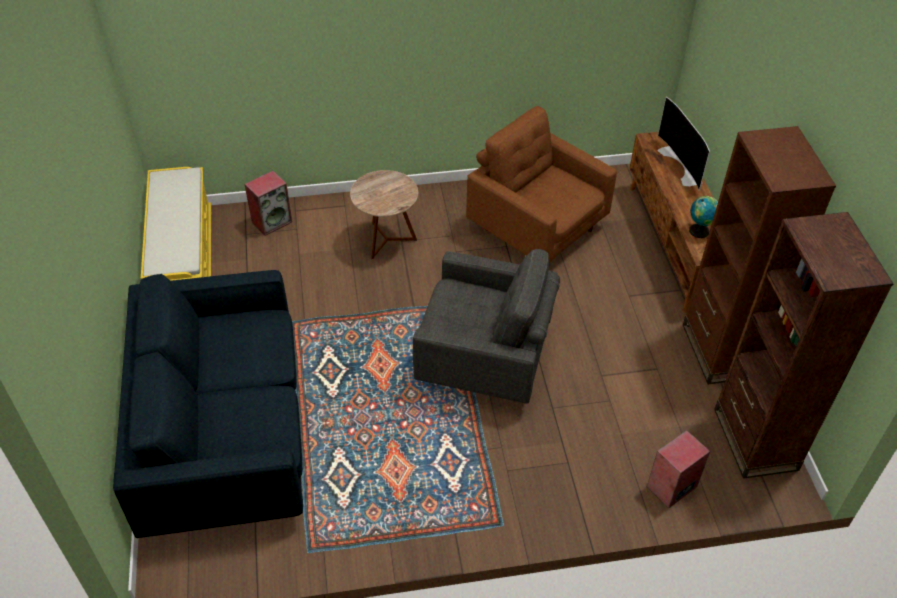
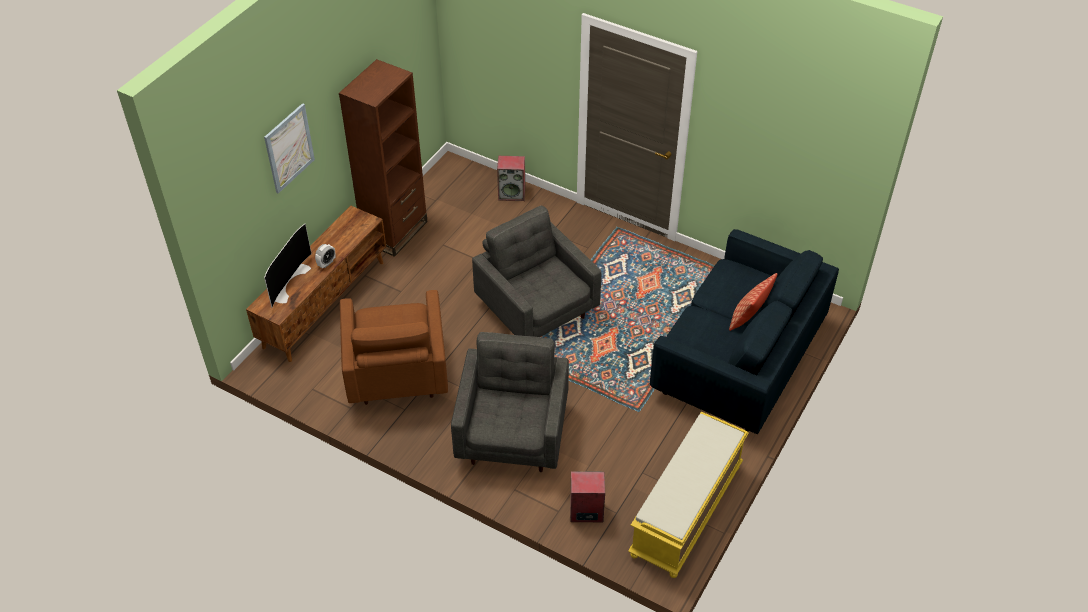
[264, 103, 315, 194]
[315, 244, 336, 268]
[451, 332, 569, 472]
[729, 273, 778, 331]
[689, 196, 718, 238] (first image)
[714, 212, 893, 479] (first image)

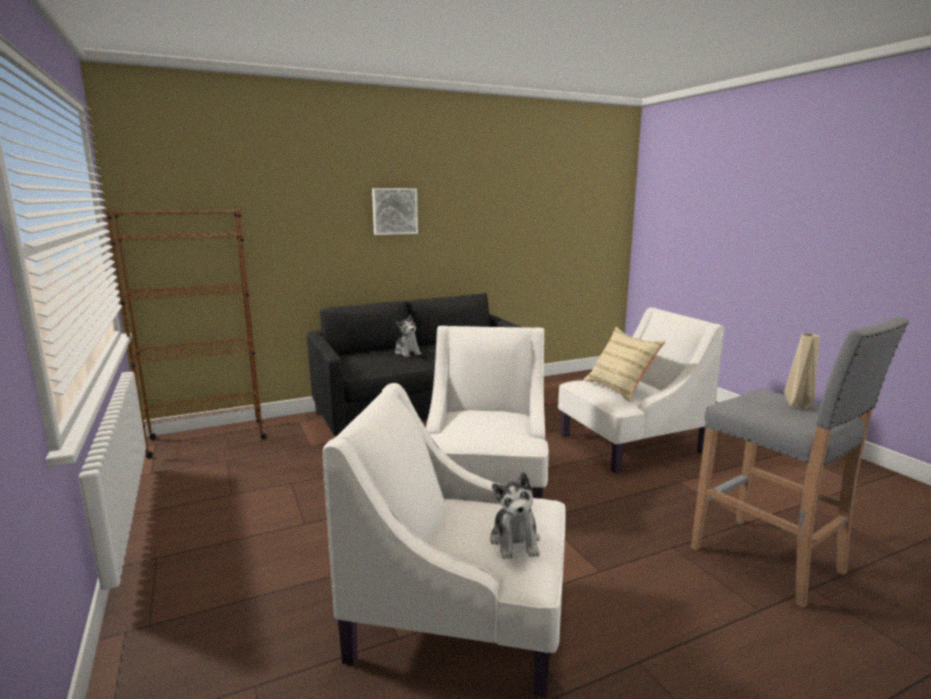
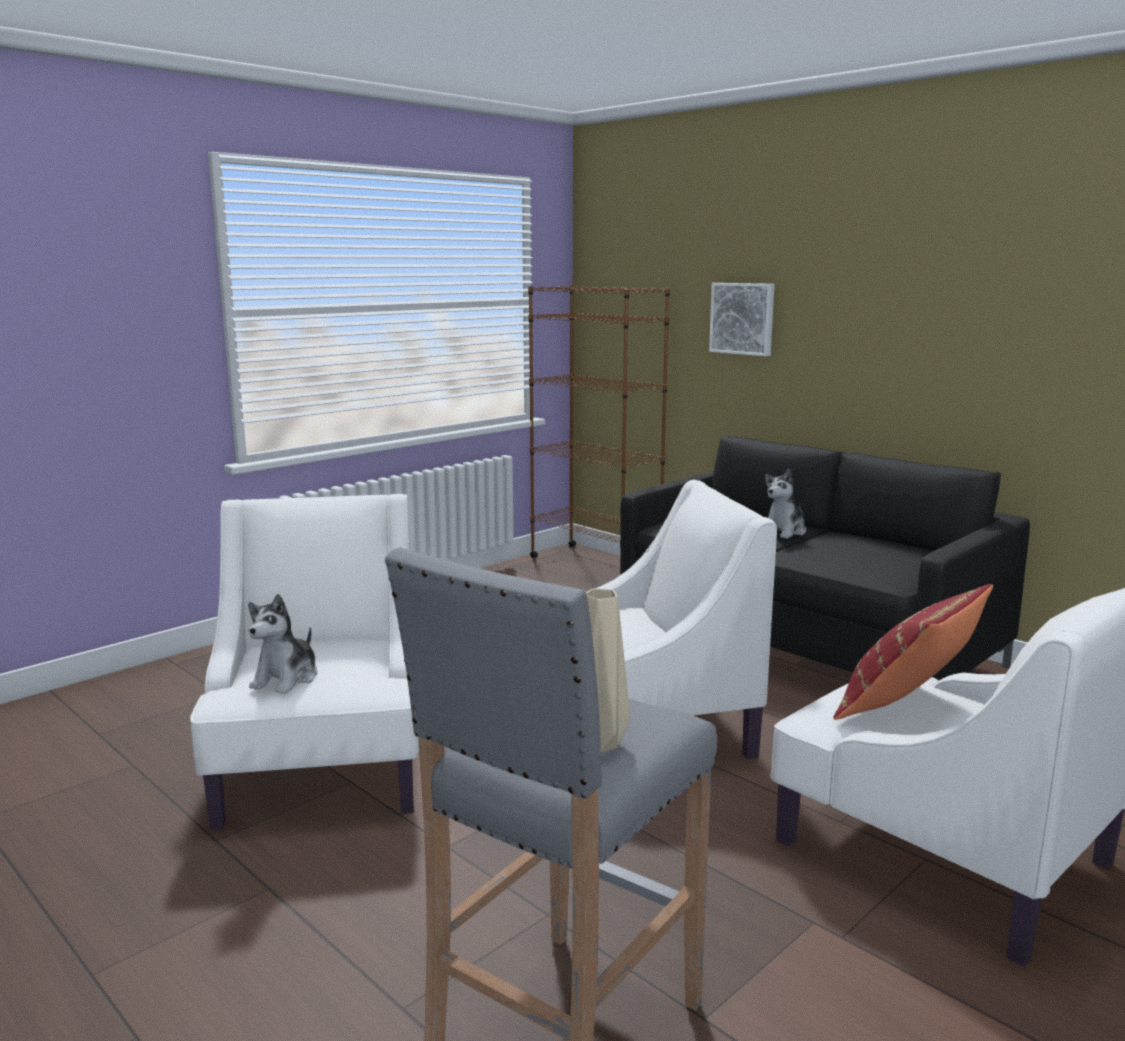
[248, 594, 317, 694]
[709, 283, 775, 356]
[833, 584, 993, 720]

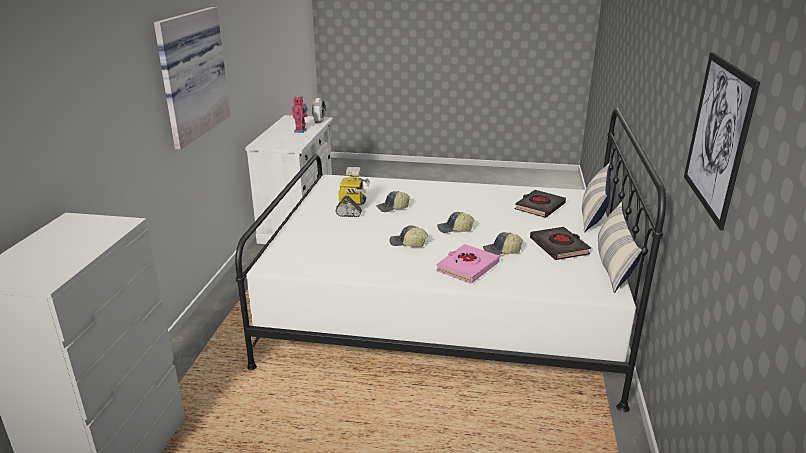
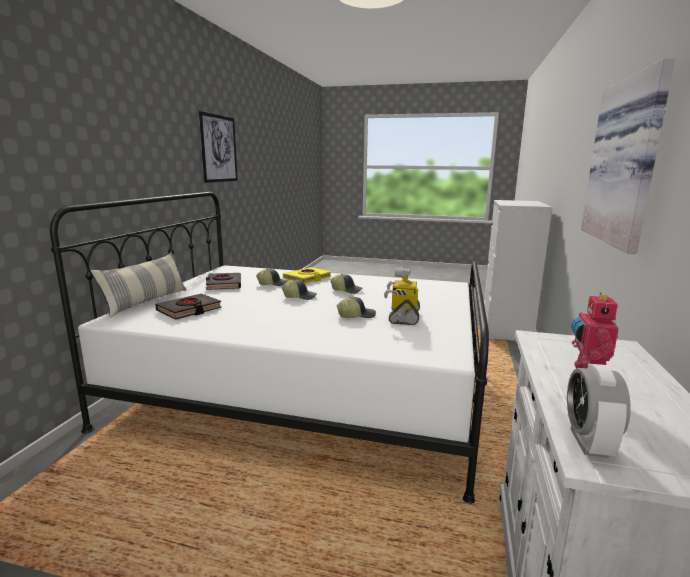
[283, 267, 332, 284]
[597, 202, 642, 293] (first image)

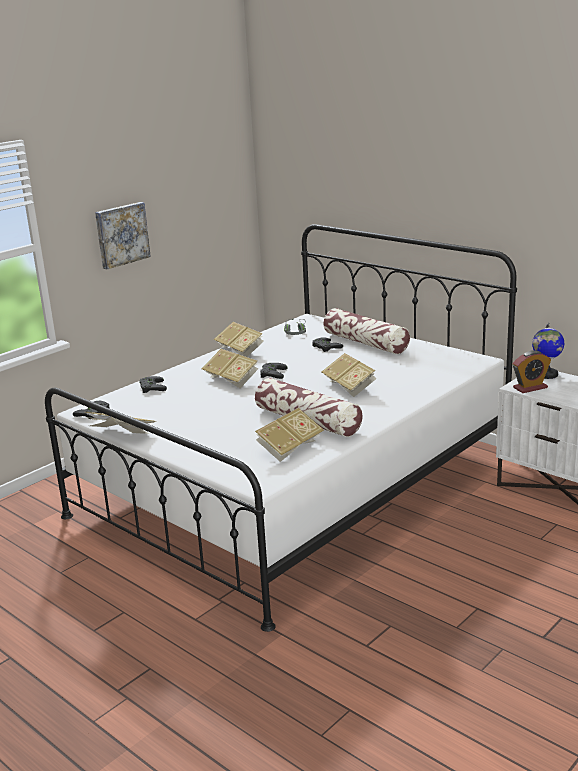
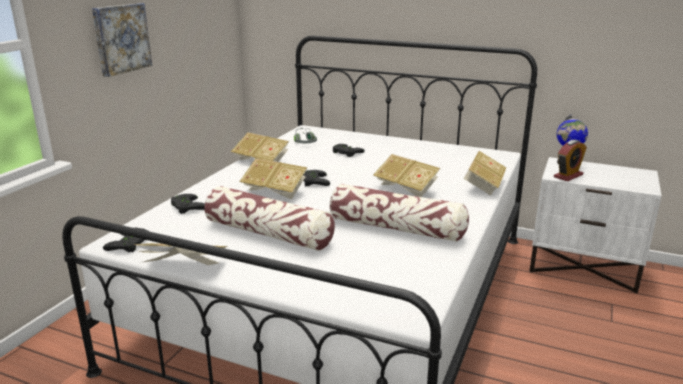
[205, 186, 335, 251]
[463, 151, 506, 196]

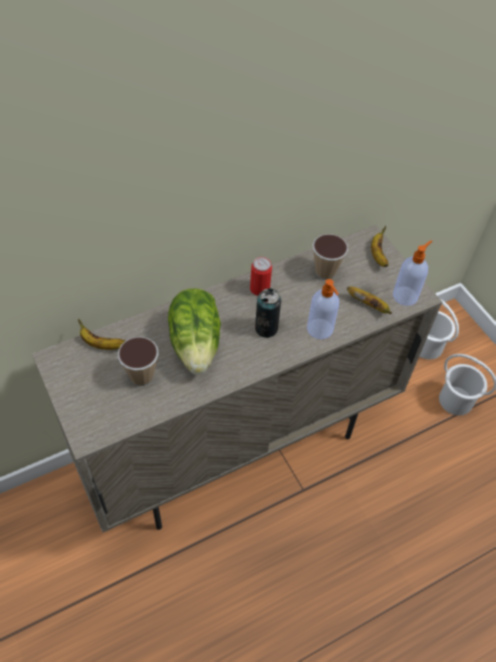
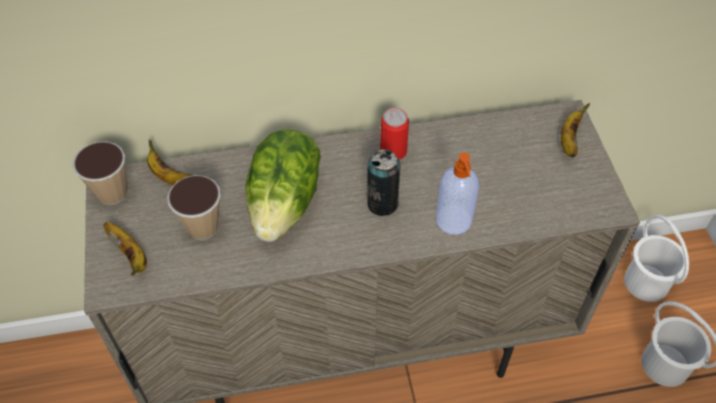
[73, 141, 127, 205]
[103, 222, 147, 276]
[393, 240, 432, 306] (first image)

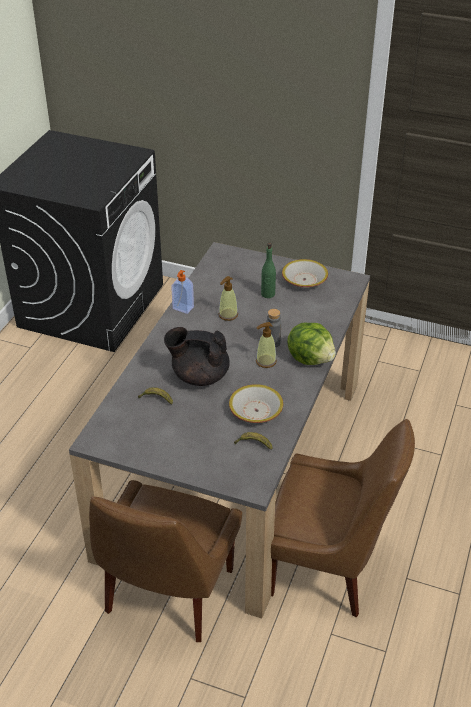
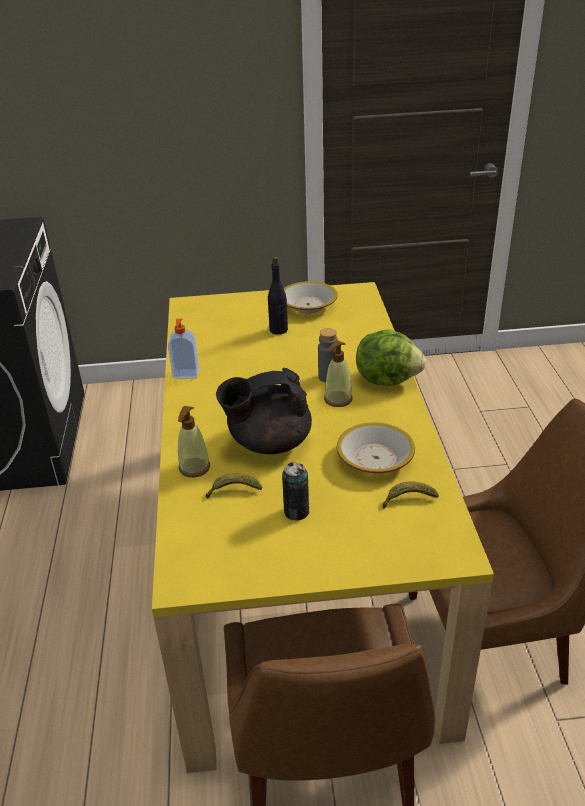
[152, 282, 494, 773]
[178, 406, 210, 477]
[268, 256, 288, 335]
[282, 462, 309, 521]

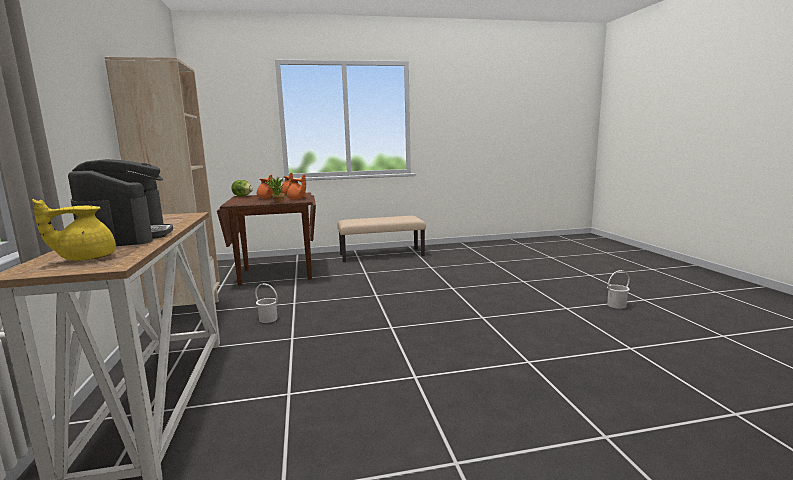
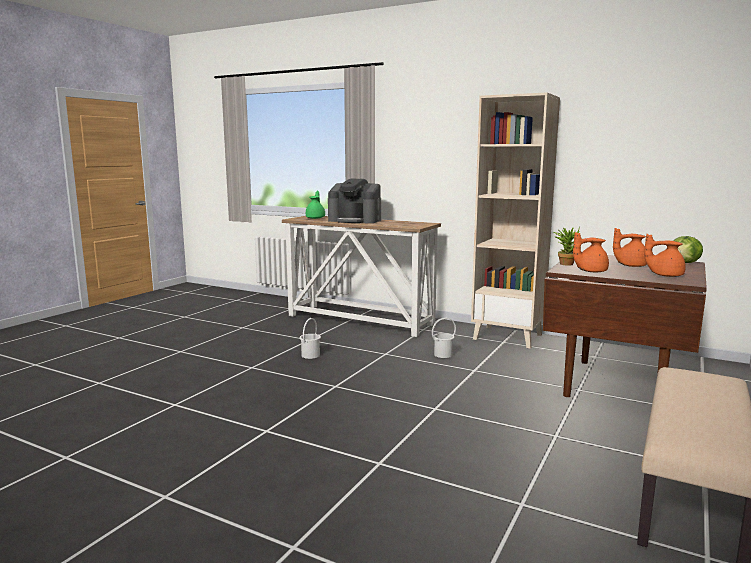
[299, 318, 321, 359]
[306, 191, 325, 219]

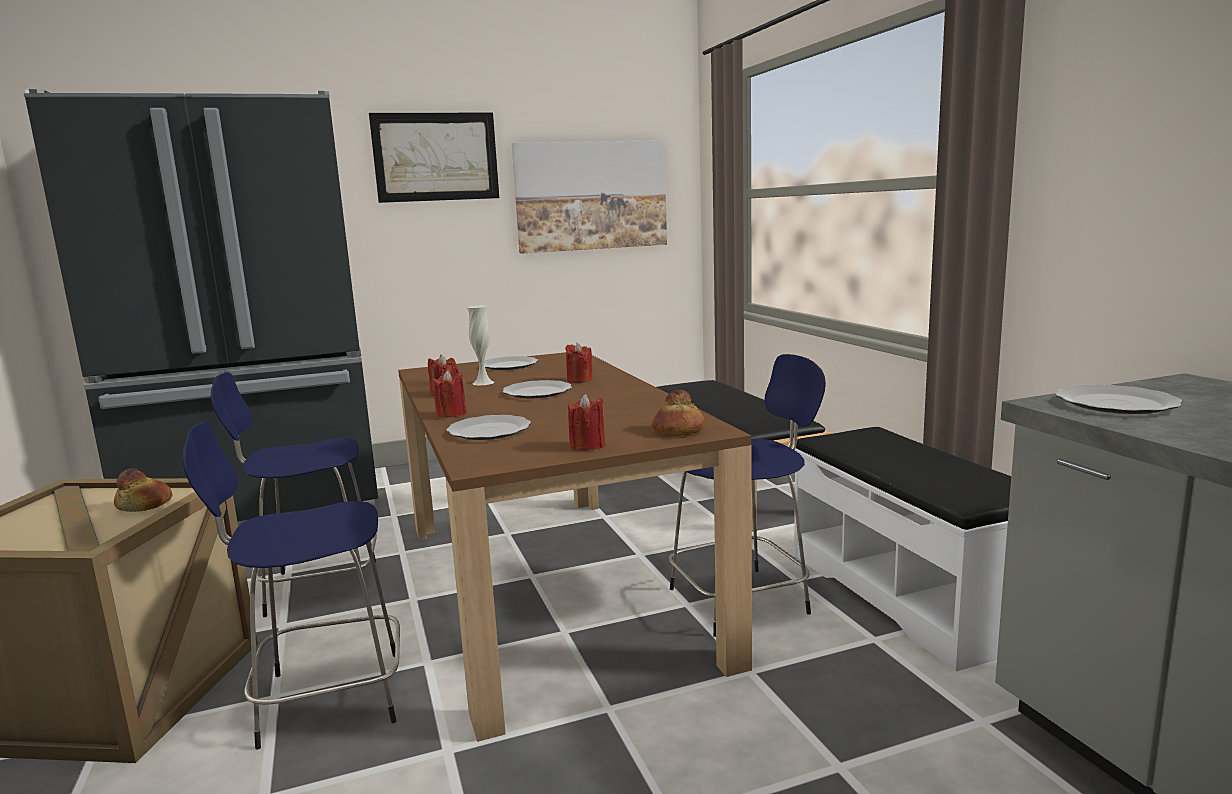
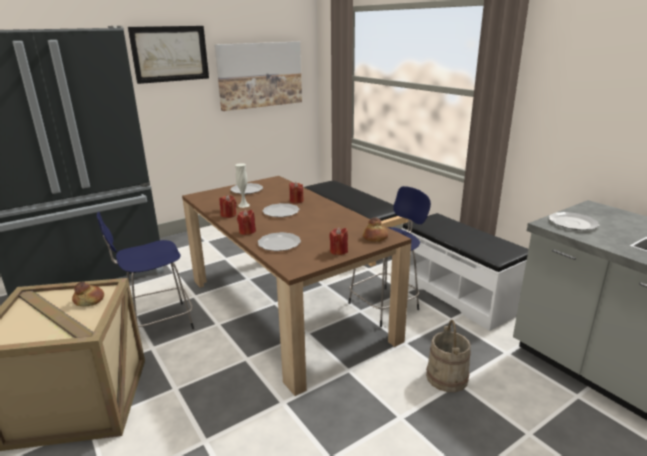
[426, 320, 471, 392]
[182, 422, 400, 750] (first image)

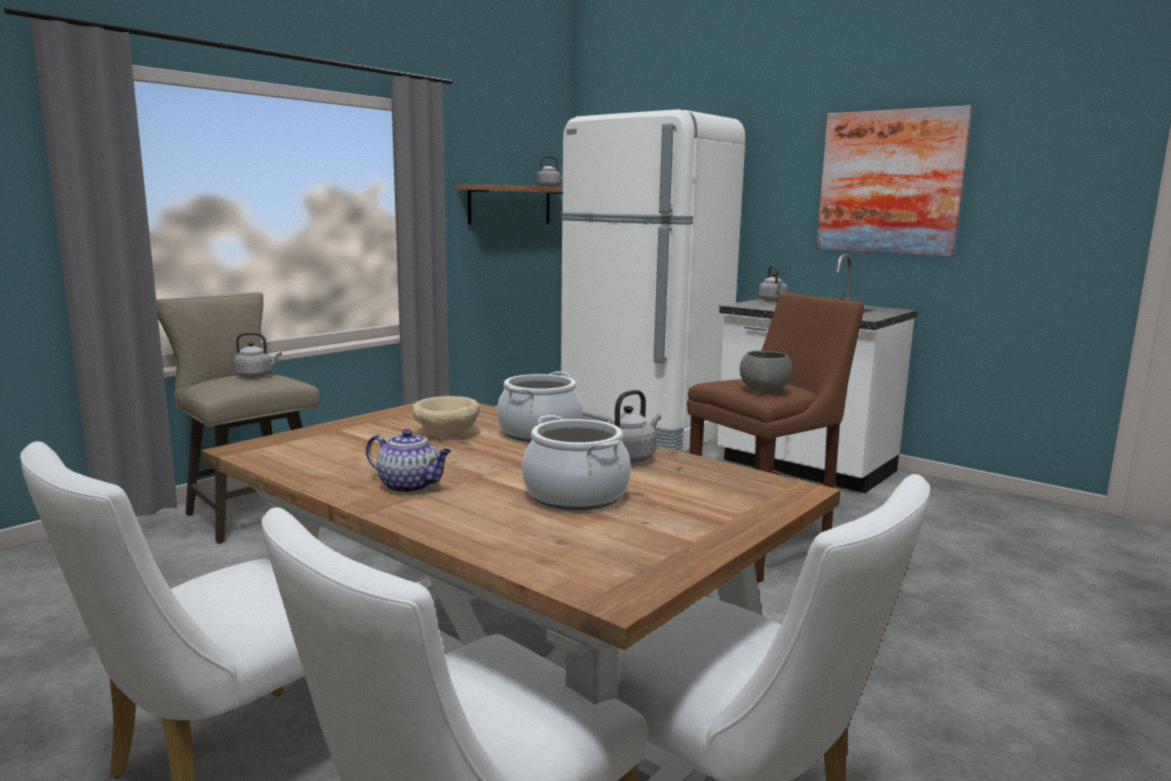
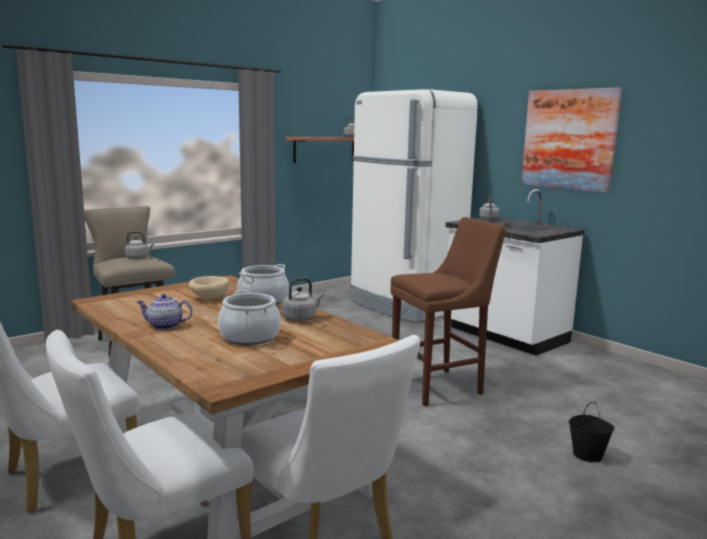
[137, 294, 193, 330]
[569, 402, 615, 462]
[740, 350, 792, 393] (first image)

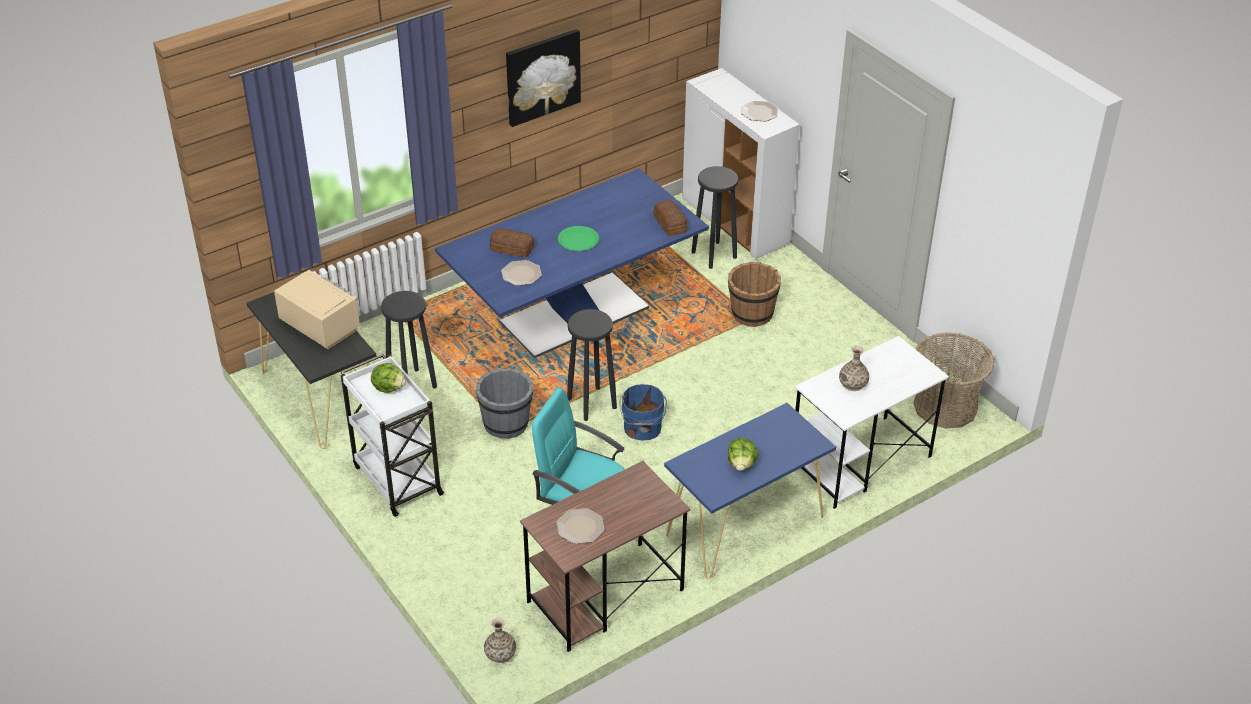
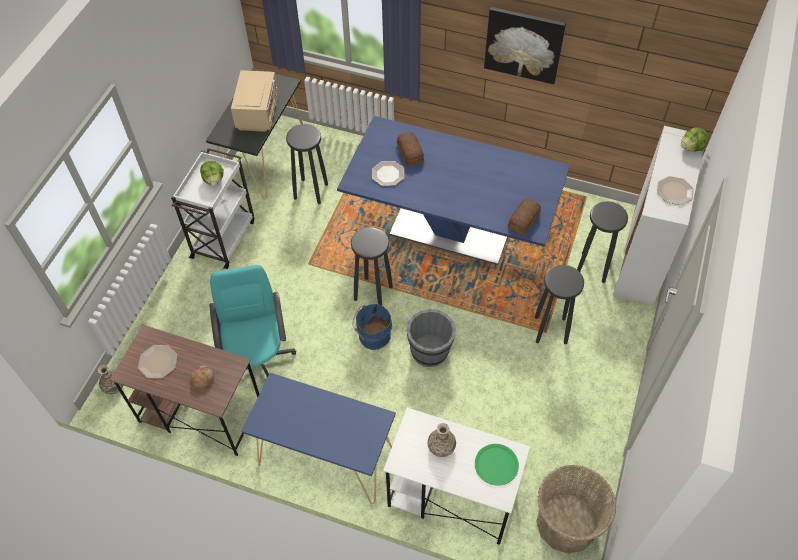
[190, 365, 214, 389]
[407, 309, 456, 367]
[475, 444, 519, 486]
[534, 265, 584, 344]
[681, 127, 709, 152]

